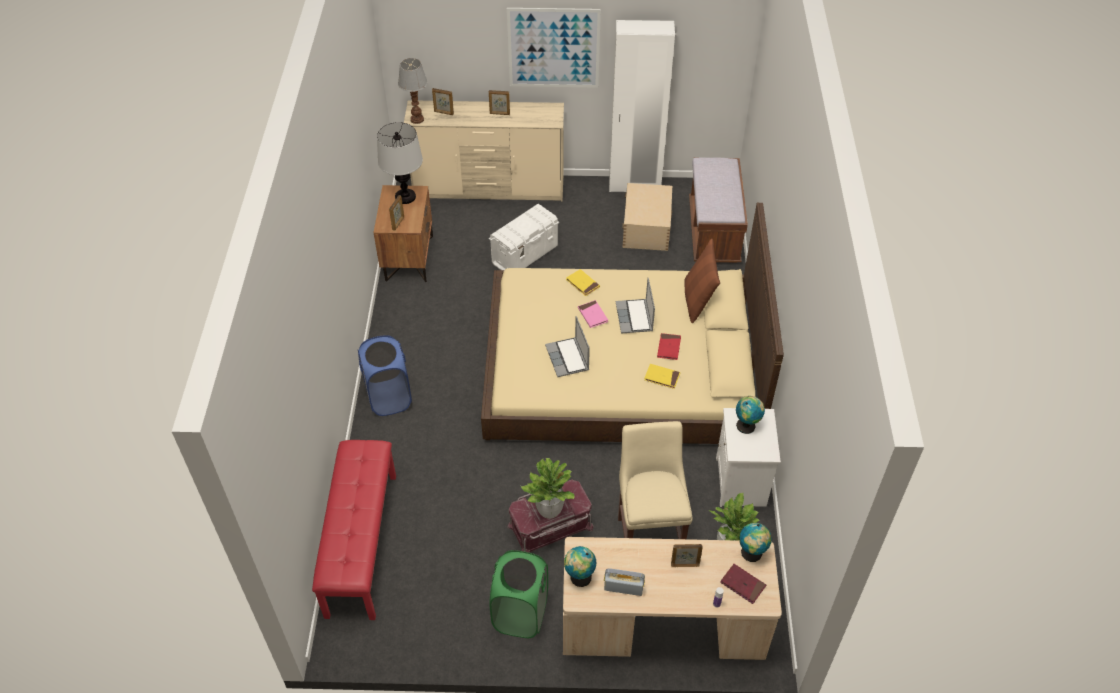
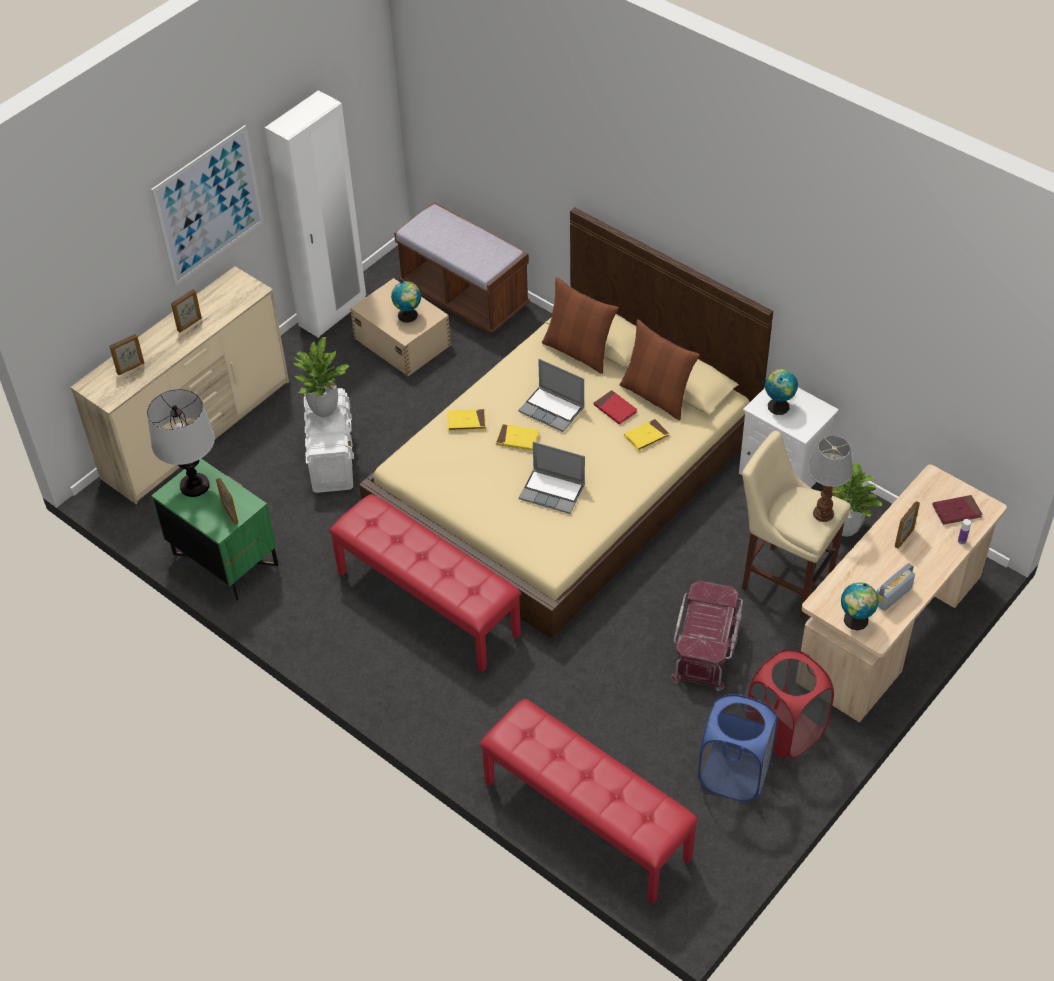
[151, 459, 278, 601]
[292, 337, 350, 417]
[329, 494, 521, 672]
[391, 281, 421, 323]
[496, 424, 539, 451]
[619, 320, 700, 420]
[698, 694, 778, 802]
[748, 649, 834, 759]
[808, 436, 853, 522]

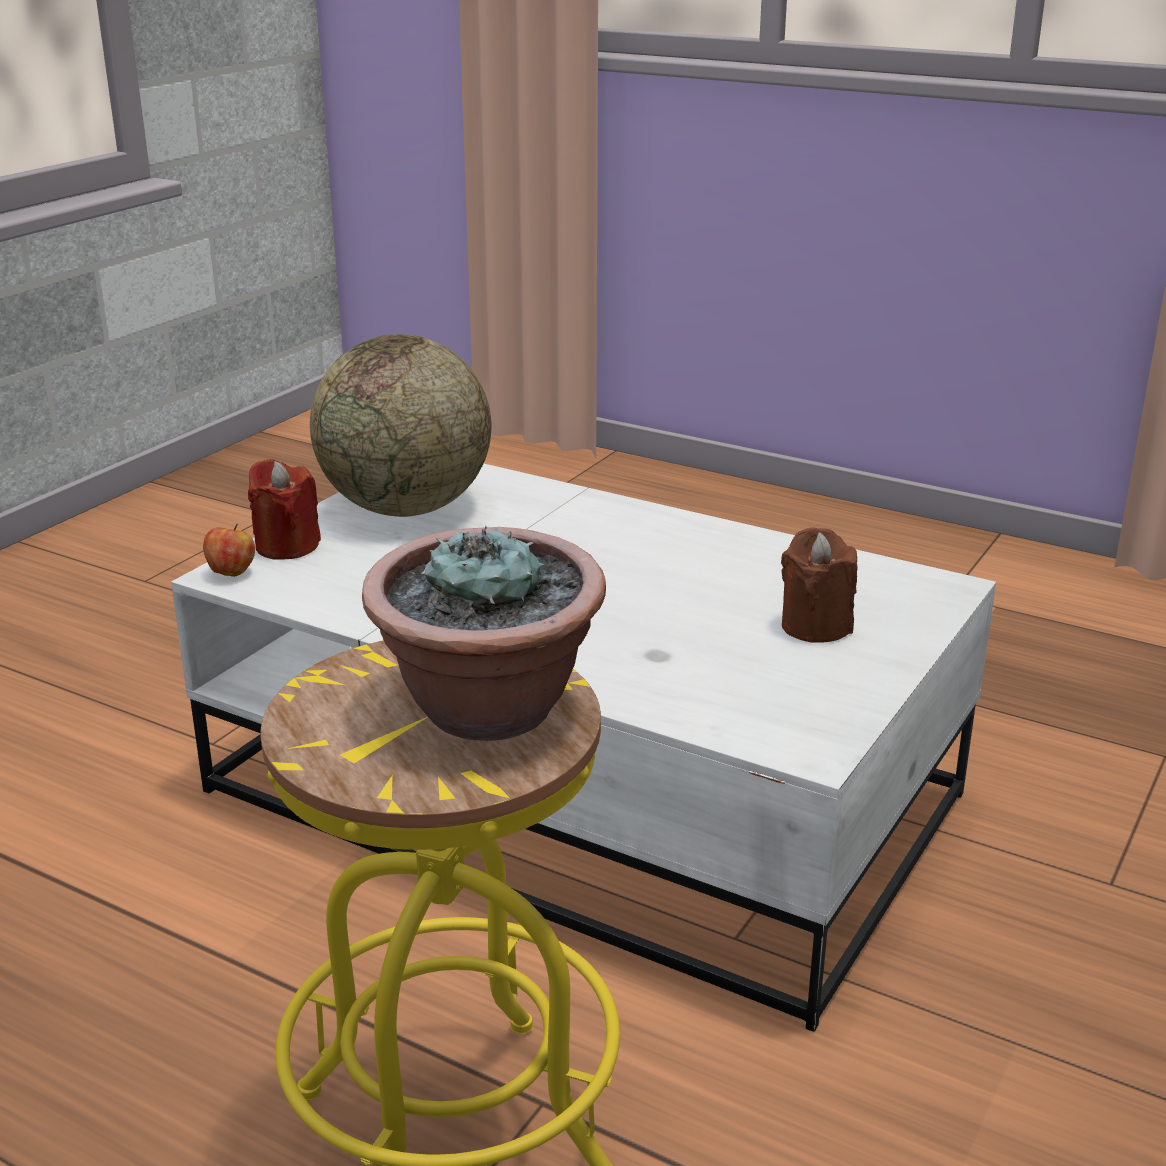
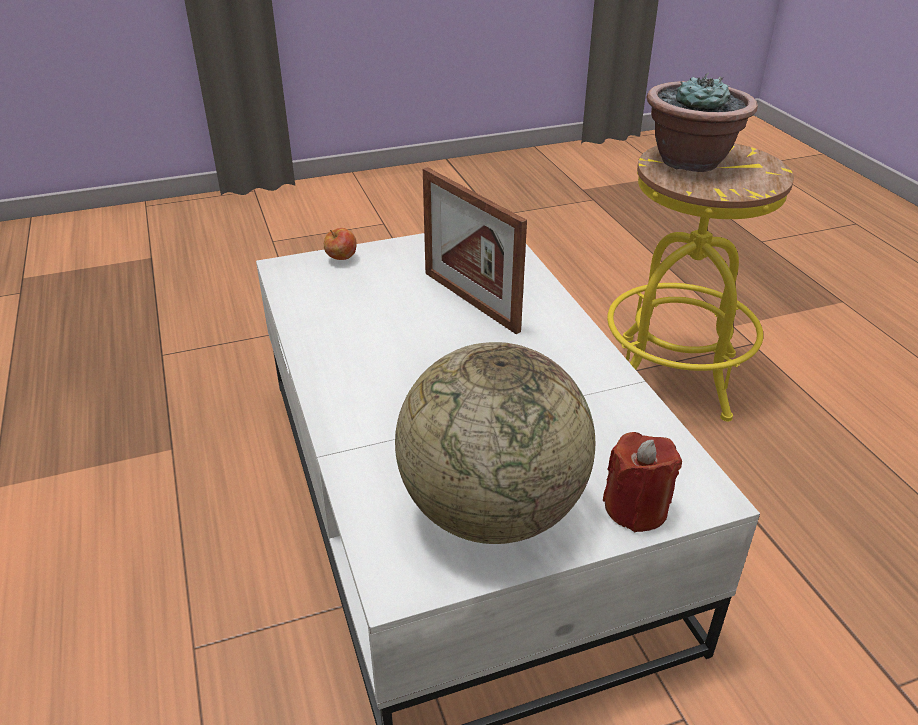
[324, 228, 357, 260]
[423, 167, 527, 334]
[781, 527, 858, 643] (first image)

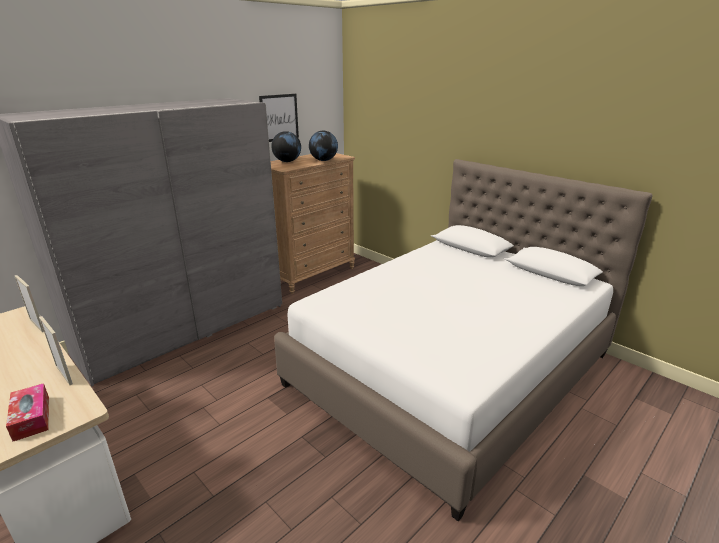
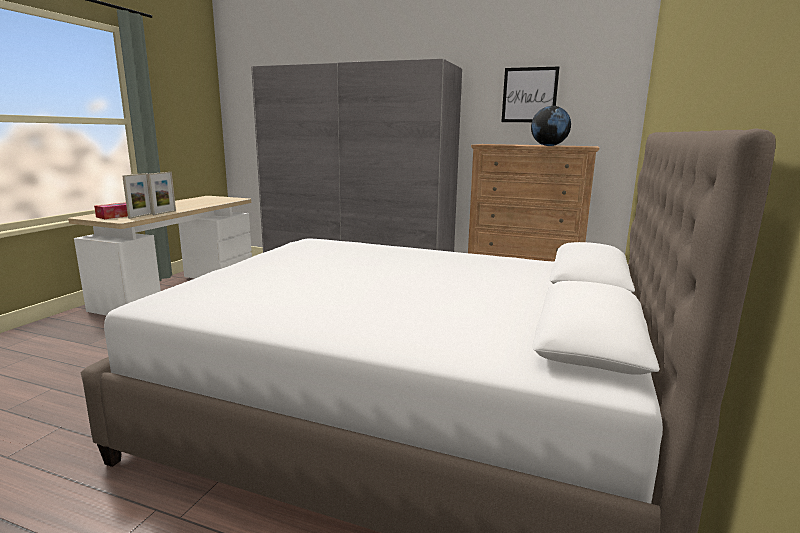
[122, 173, 152, 219]
[271, 131, 301, 162] (first image)

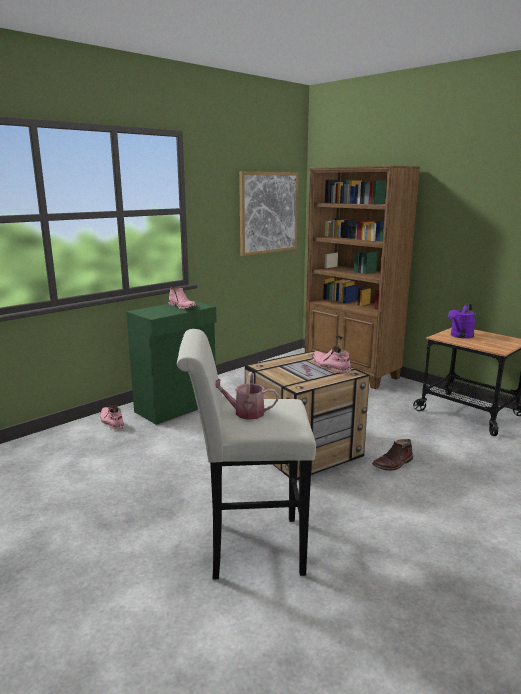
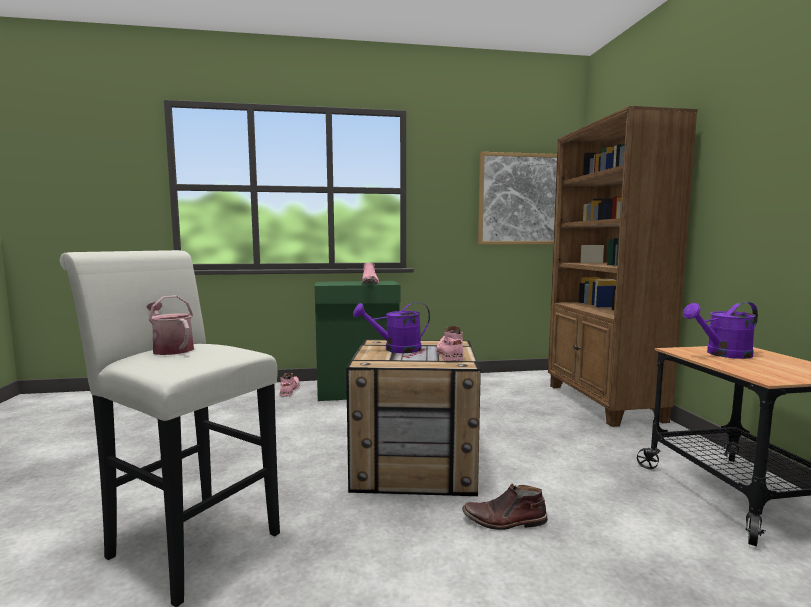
[353, 302, 430, 353]

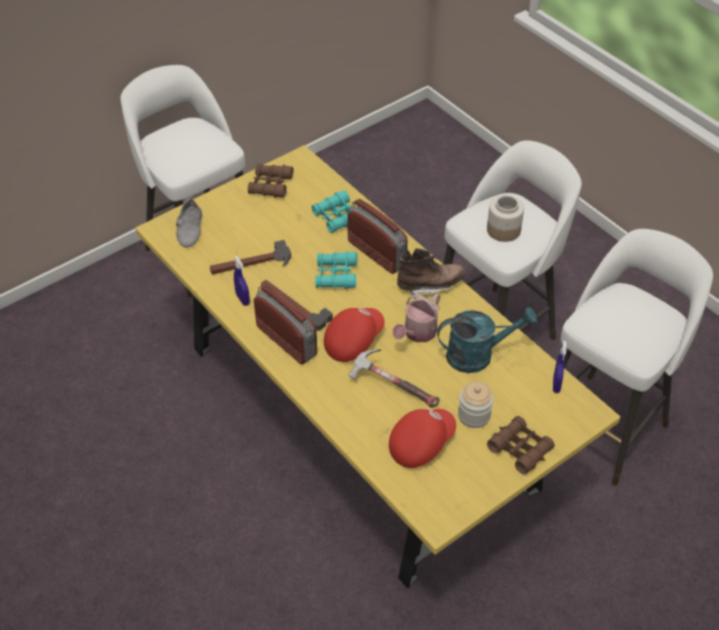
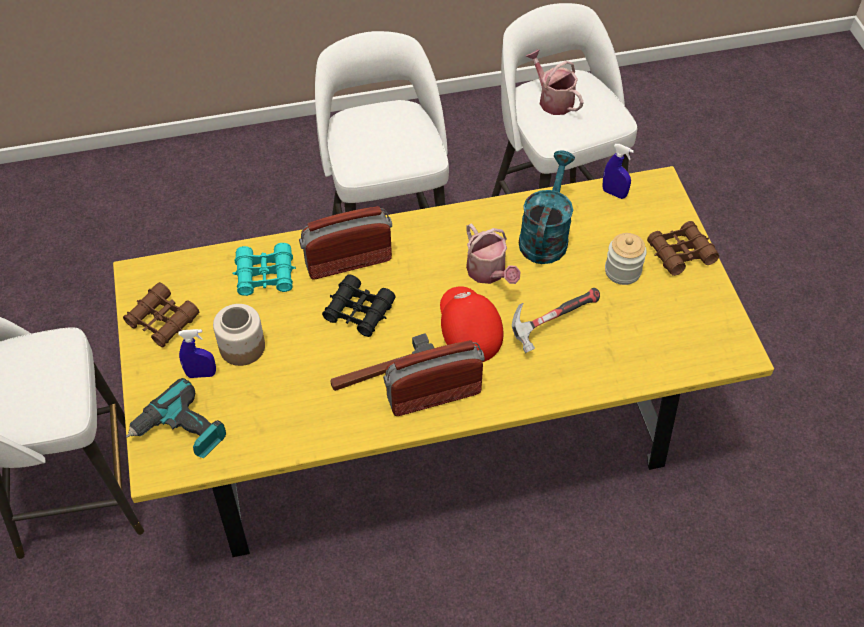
[126, 378, 226, 458]
[178, 329, 216, 378]
[213, 304, 265, 366]
[322, 274, 395, 337]
[526, 49, 584, 115]
[210, 240, 291, 275] (first image)
[389, 409, 456, 468] (first image)
[397, 248, 465, 295] (first image)

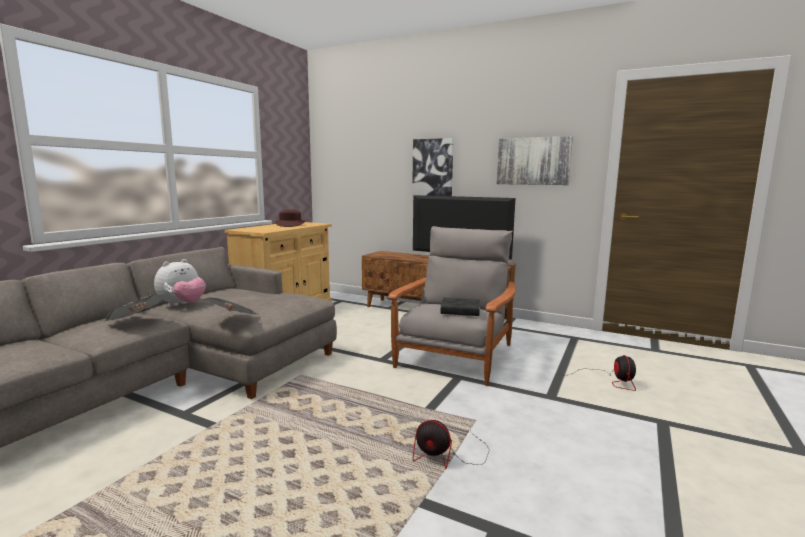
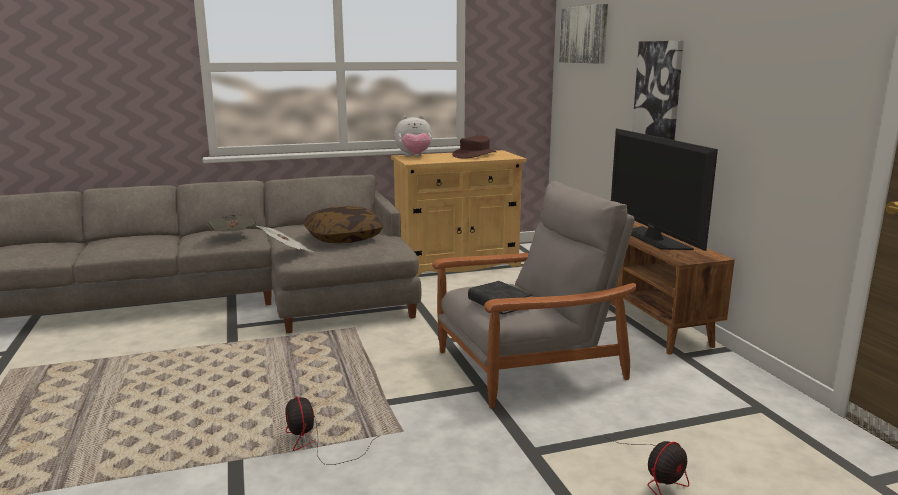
[303, 206, 383, 243]
[395, 115, 432, 156]
[559, 4, 608, 64]

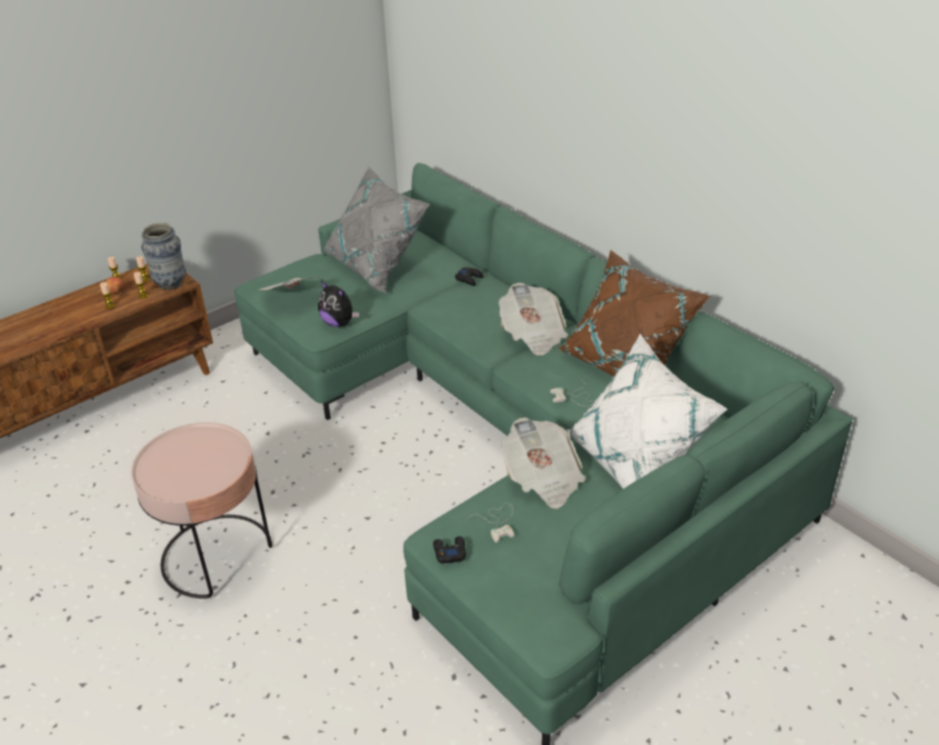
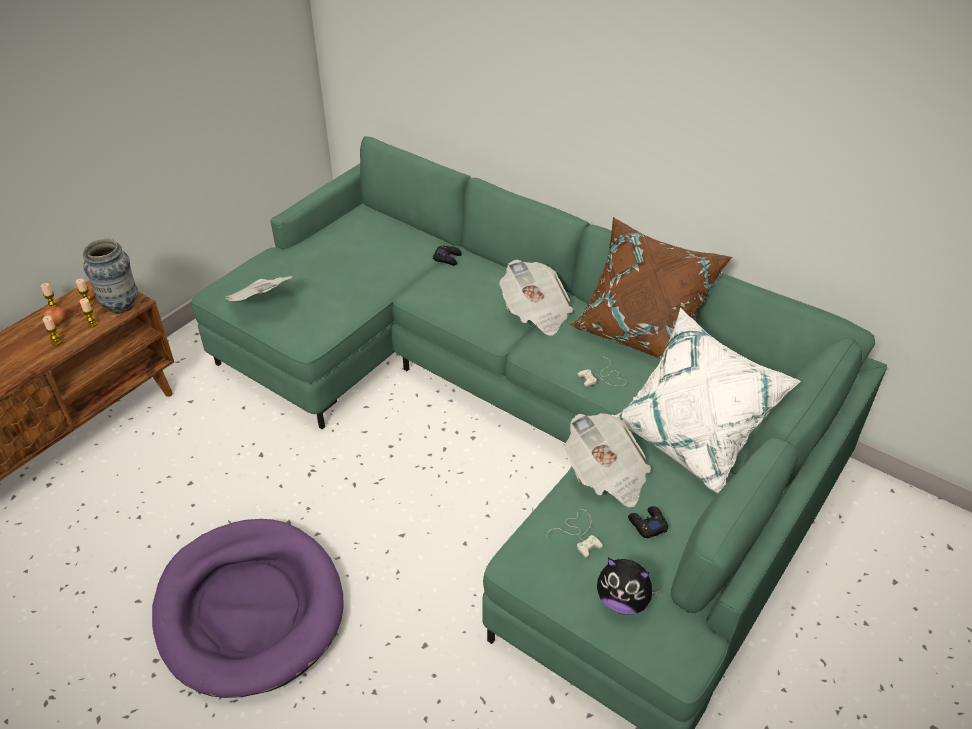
[152, 519, 344, 698]
[597, 558, 661, 615]
[628, 506, 668, 539]
[324, 167, 430, 293] (first image)

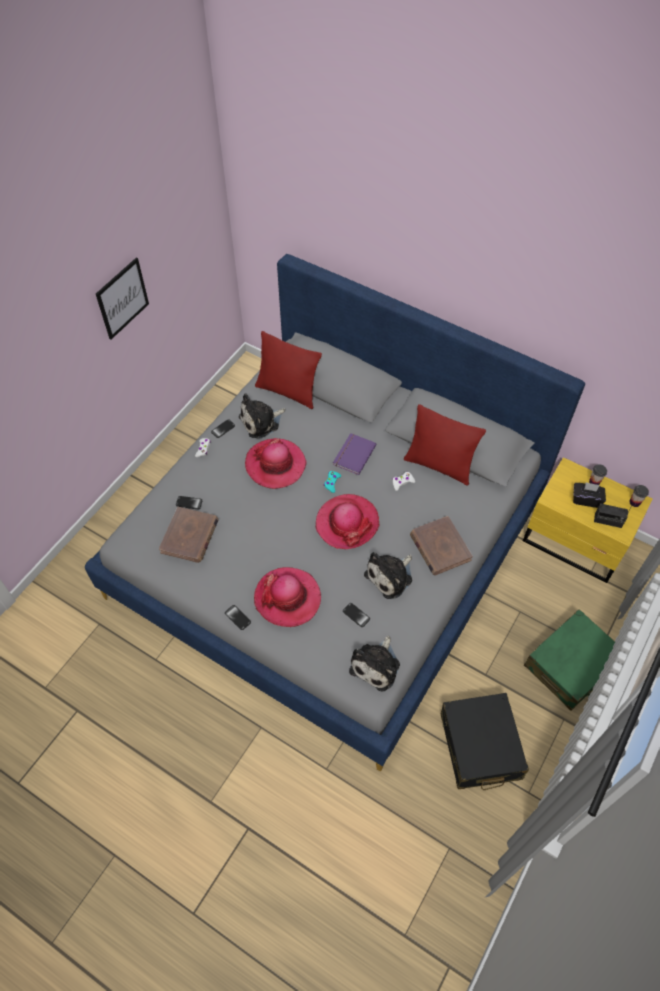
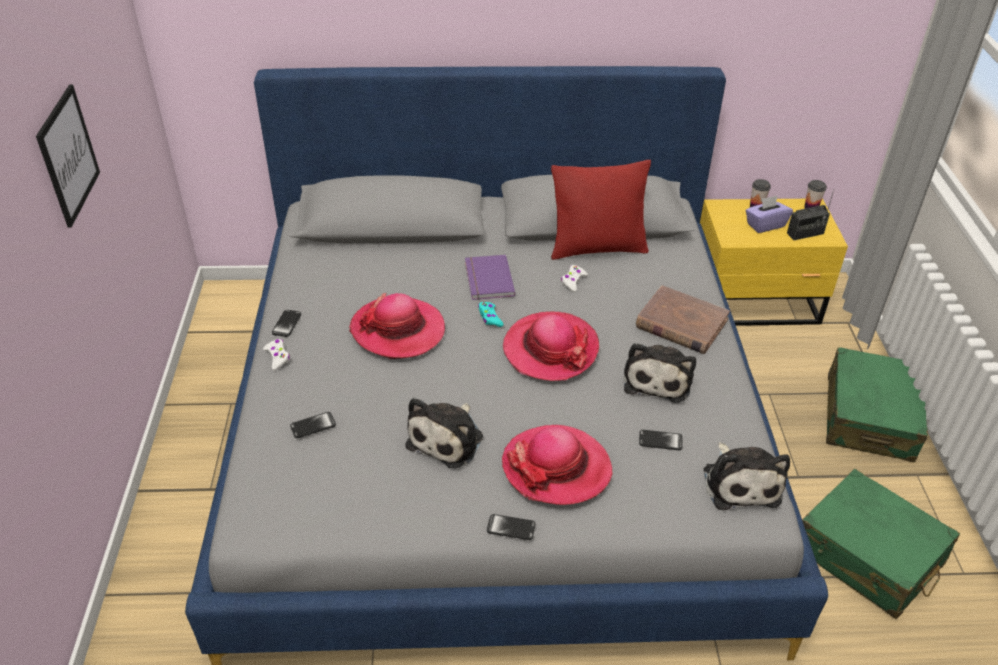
[405, 398, 483, 469]
[746, 196, 793, 233]
[802, 469, 960, 619]
[159, 507, 219, 563] (first image)
[255, 331, 322, 409] (first image)

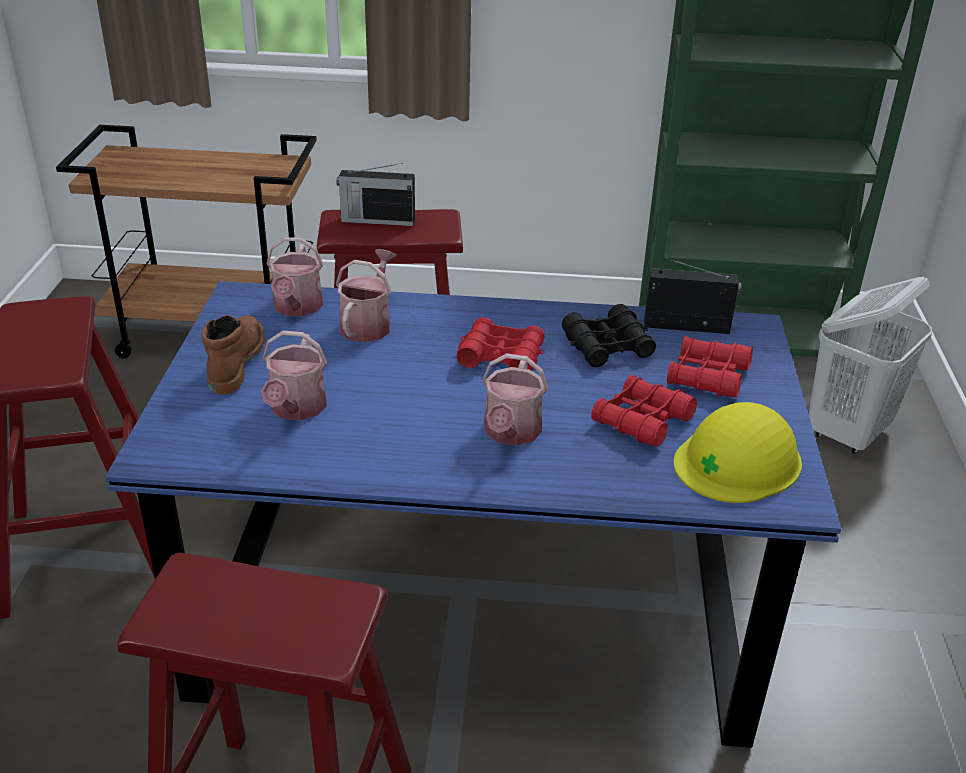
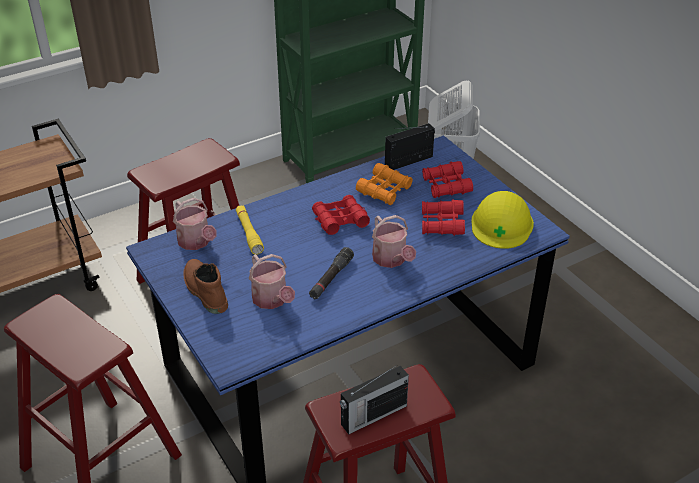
[236, 205, 264, 255]
[309, 247, 354, 299]
[340, 365, 409, 435]
[356, 163, 413, 205]

